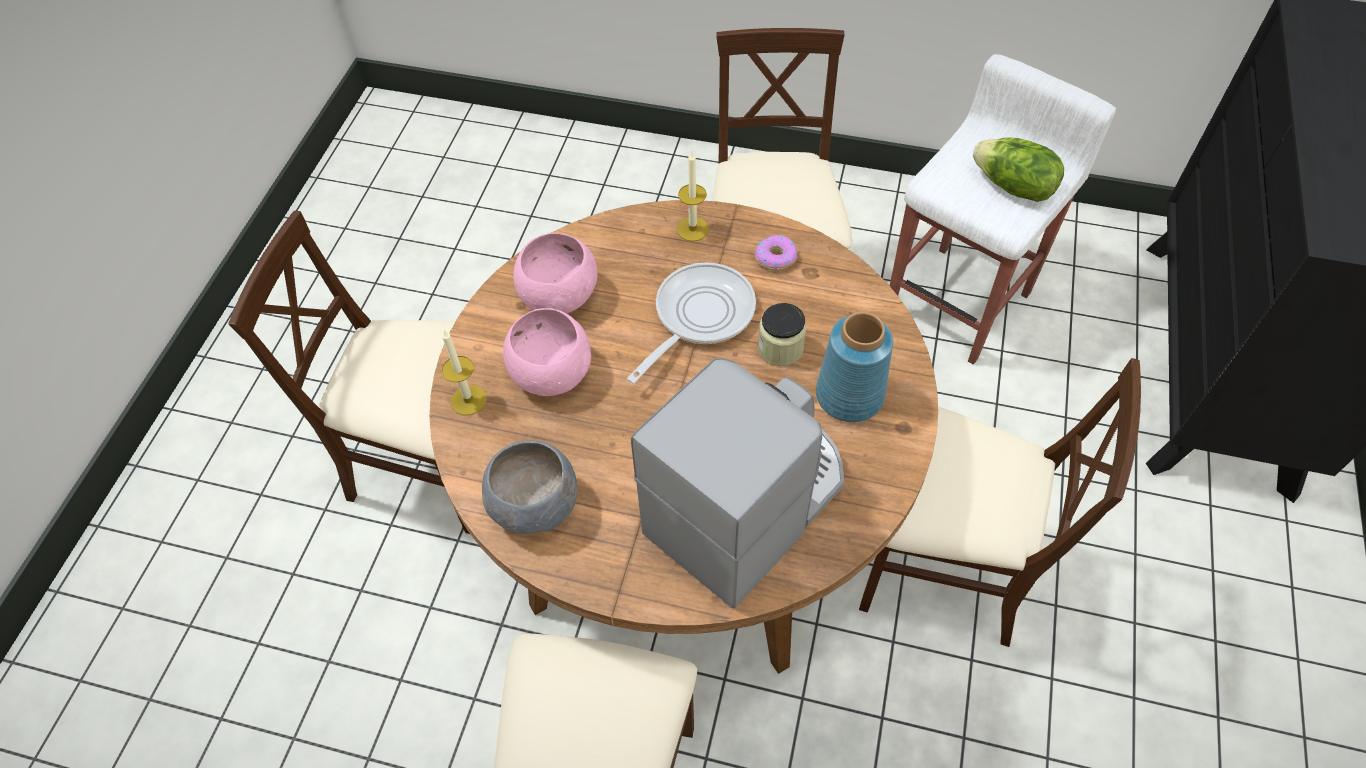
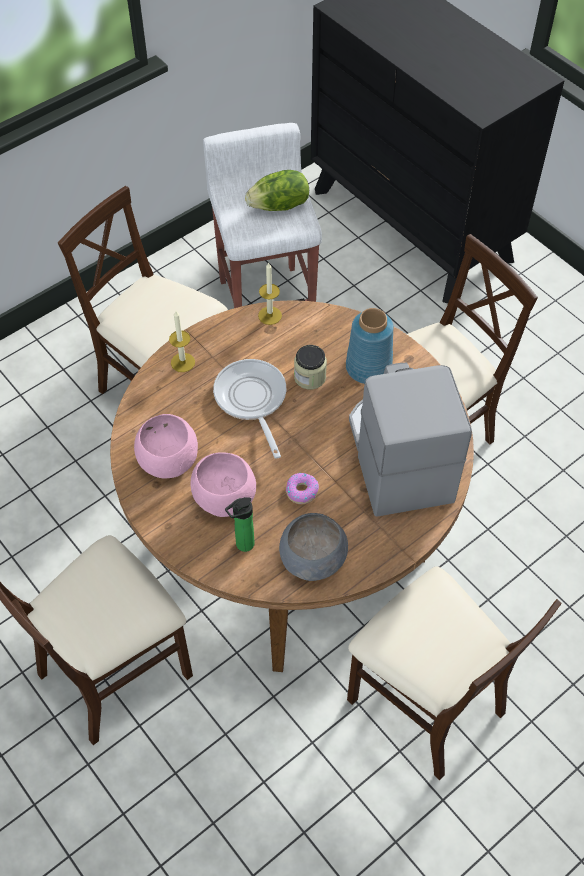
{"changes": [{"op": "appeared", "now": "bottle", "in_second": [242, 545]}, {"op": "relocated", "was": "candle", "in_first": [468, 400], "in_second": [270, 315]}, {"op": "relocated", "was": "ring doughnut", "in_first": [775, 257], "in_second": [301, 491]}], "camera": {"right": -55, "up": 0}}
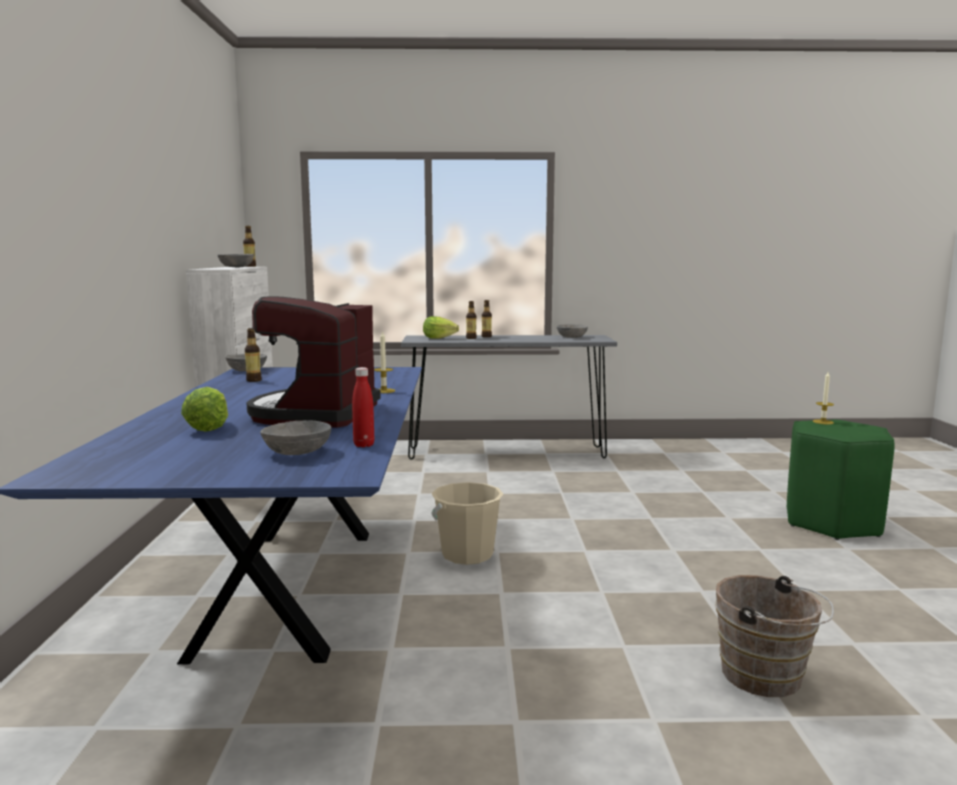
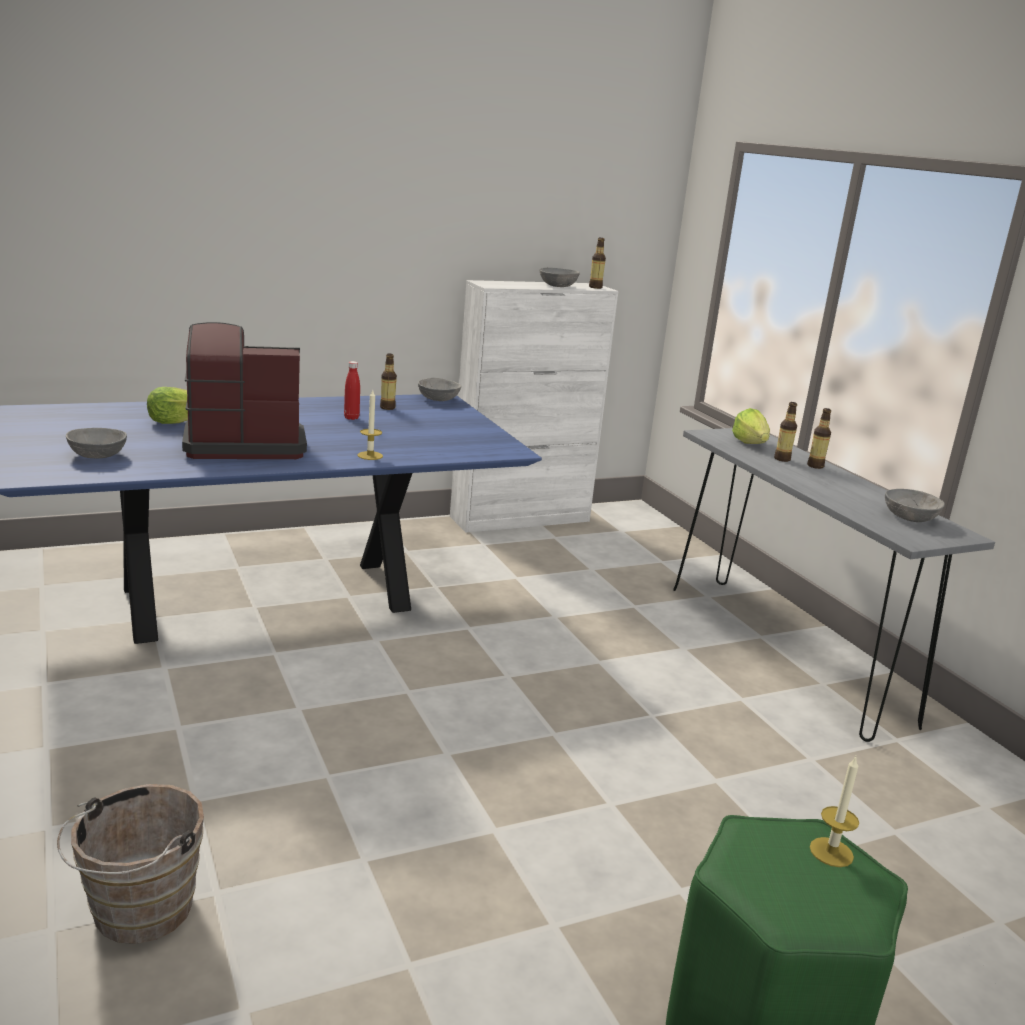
{"changes": [{"op": "relocated", "was": "reddish bottle", "in_first": [364, 445], "in_second": [351, 418]}, {"op": "missing", "was": "beige-coloured pail", "in_first": [467, 554]}], "camera": {"right": 65, "up": 10}}
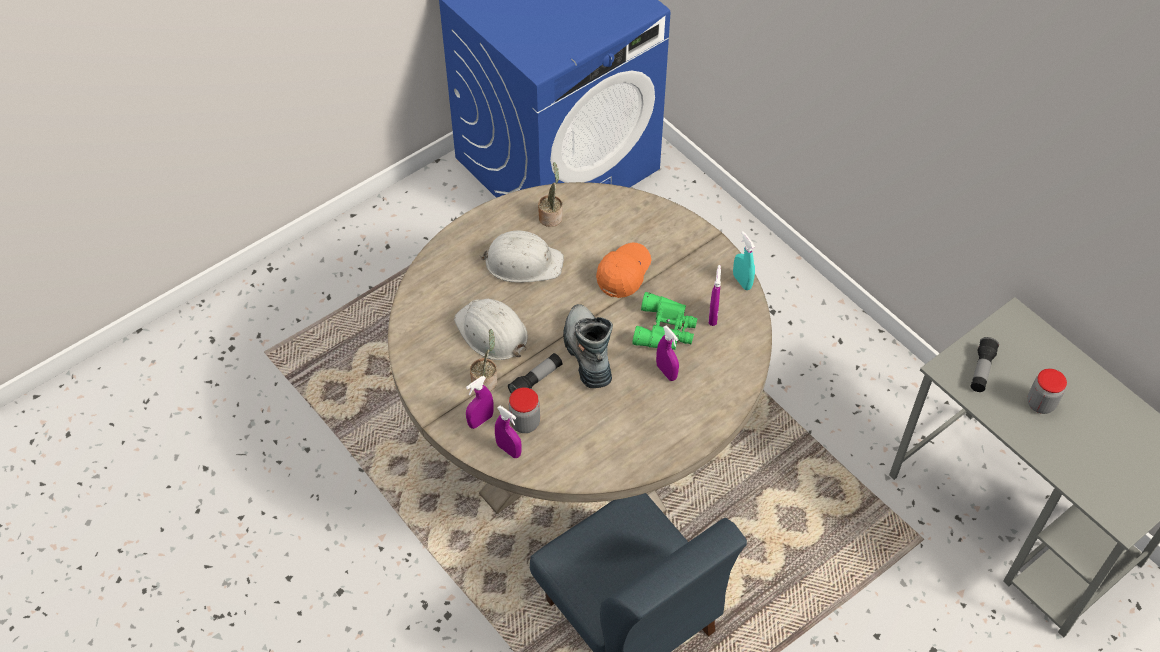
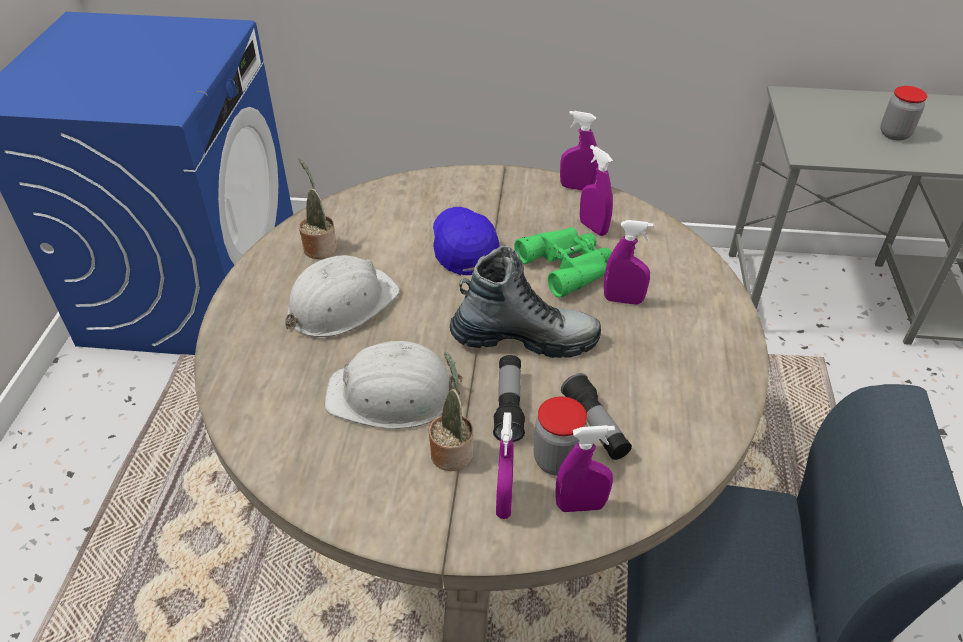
{"changes": [{"op": "colour", "was": "orange peaked cap", "now": "blue peaked cap", "in_first": [624, 274], "in_second": [463, 248]}, {"op": "spun", "was": "tall boot", "in_first": [587, 352], "in_second": [524, 338], "clockwise": 150}, {"op": "colour", "was": "turquoise-coloured spray bottle", "now": "purplish spray bottle", "in_first": [742, 281], "in_second": [576, 188]}, {"op": "relocated", "was": "flashlight", "in_first": [981, 370], "in_second": [595, 426]}], "camera": {"right": -45, "up": -10}}
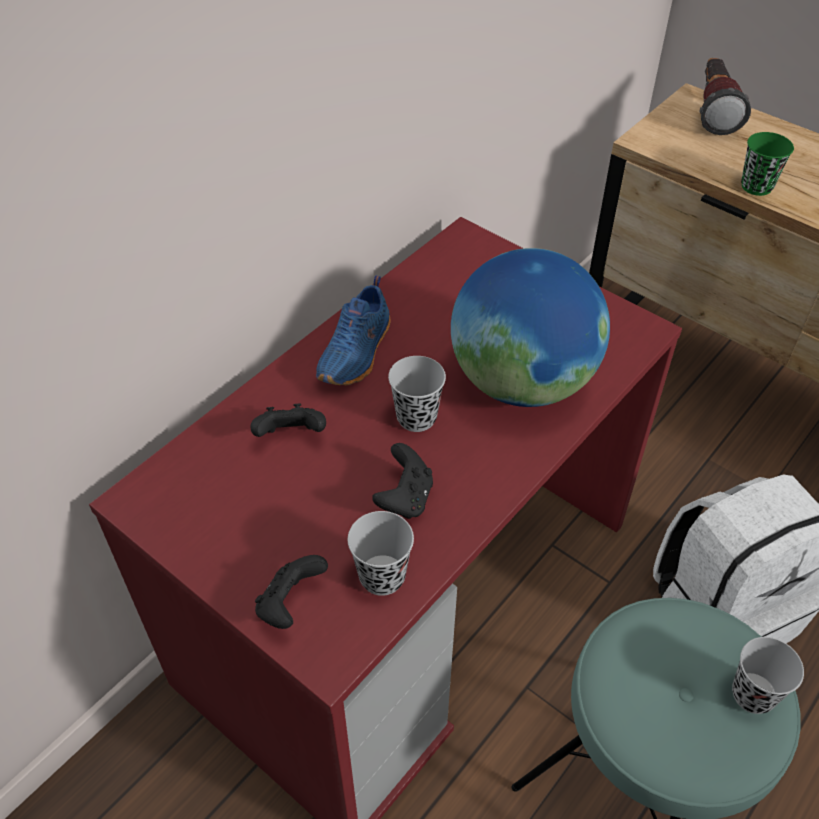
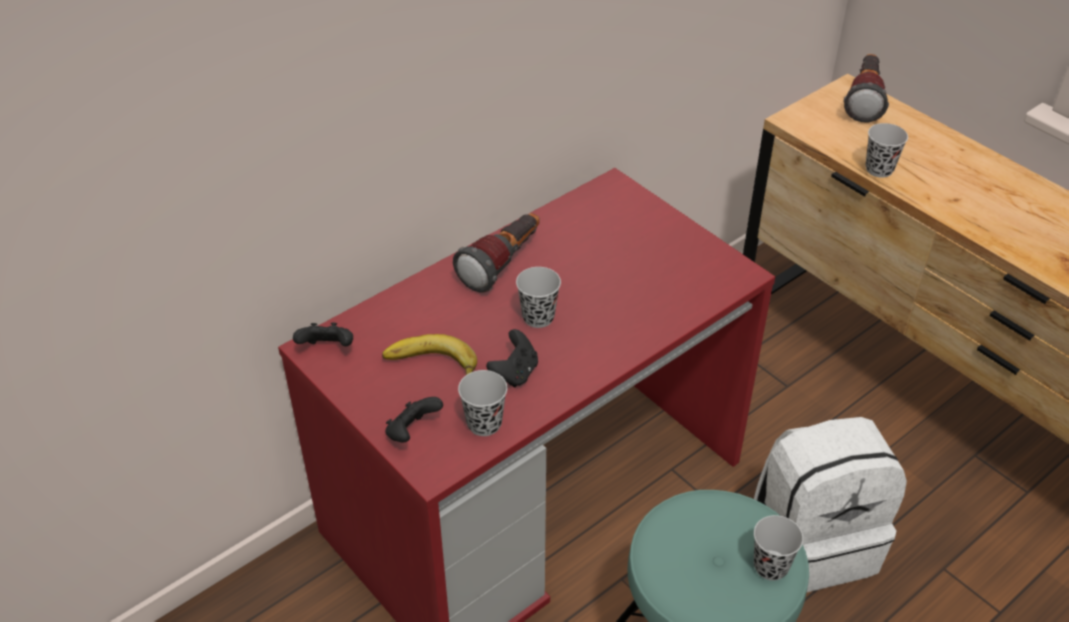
{"changes": [{"op": "relocated", "was": "black gamepad", "in_first": [291, 436], "in_second": [327, 349]}, {"op": "appeared", "now": "banana", "in_second": [430, 367]}, {"op": "exchanged", "was": "blue low shoe", "now": "flashlight", "in_first": [357, 353], "in_second": [503, 264]}, {"op": "colour", "was": "greenish cup", "now": "black cup", "in_first": [756, 186], "in_second": [879, 169]}, {"op": "missing", "was": "world globe", "in_first": [522, 382]}], "camera": {"right": 10, "up": -5}}
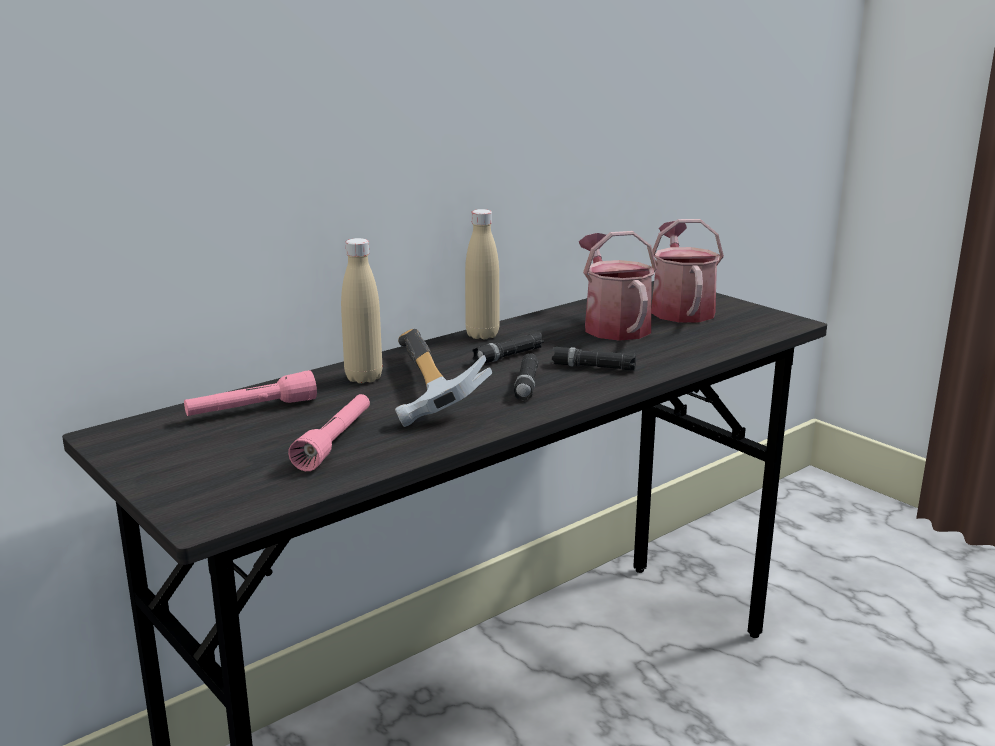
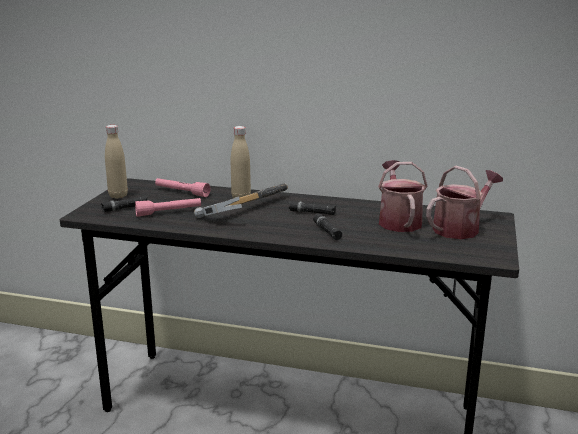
{"changes": [{"op": "relocated", "was": "black flashlight", "in_first": [526, 385], "in_second": [125, 208]}, {"op": "relocated", "was": "beige-coloured bottle", "in_first": [482, 335], "in_second": [118, 196]}, {"op": "spun", "was": "watering pot", "in_first": [613, 325], "in_second": [398, 221], "clockwise": -45}], "camera": {"right": 55, "up": 0}}
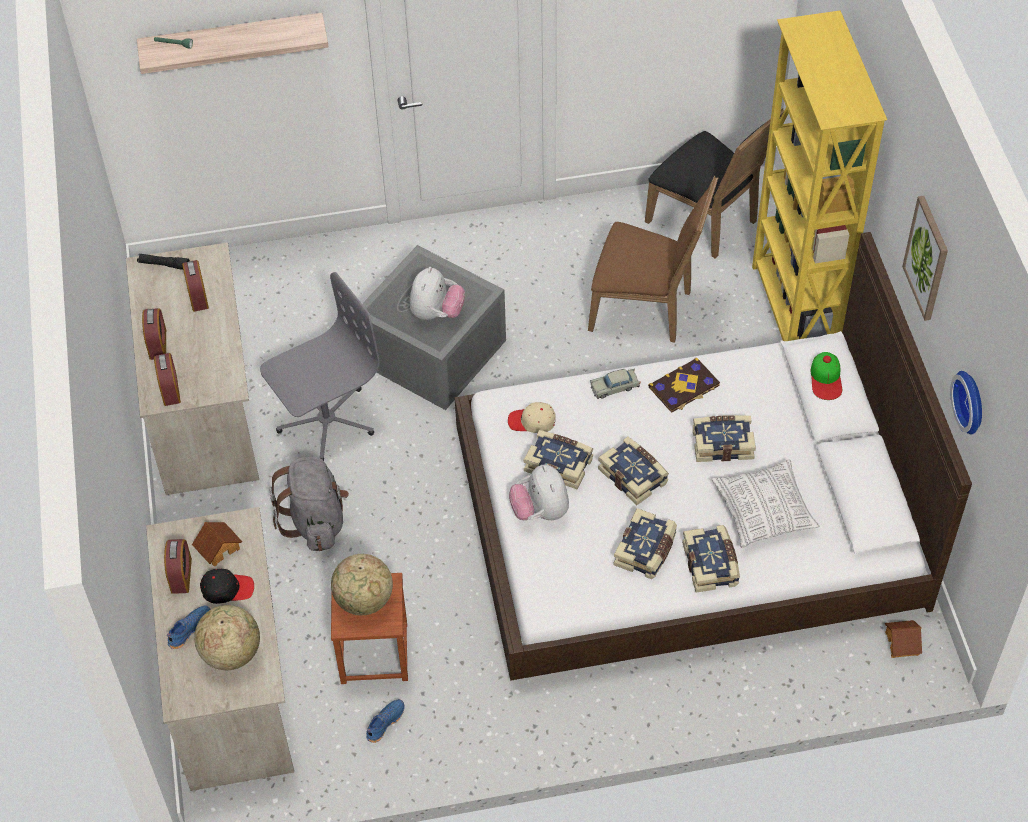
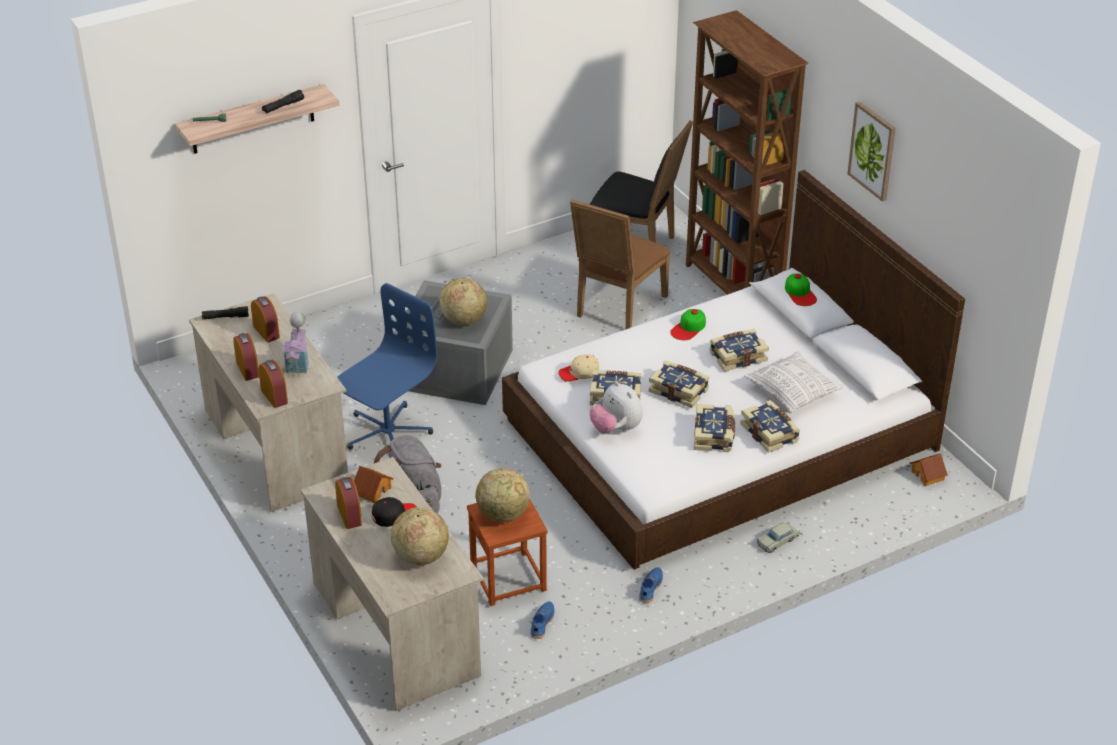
{"changes": [{"op": "appeared", "now": "black flashlight", "in_second": [283, 106]}, {"op": "appeared", "now": "model house", "in_second": [298, 362]}, {"op": "colour", "was": "grey desk chair", "now": "blue desk chair", "in_first": [326, 420], "in_second": [387, 432]}, {"op": "exchanged", "was": "soft toy", "now": "world globe", "in_first": [436, 313], "in_second": [463, 320]}, {"op": "spun", "was": "brown chair", "in_first": [647, 309], "in_second": [616, 308], "clockwise": 120}, {"op": "relocated", "was": "blue low shoe", "in_first": [189, 629], "in_second": [649, 588]}, {"op": "exchanged", "was": "volume", "now": "peaked cap", "in_first": [684, 387], "in_second": [688, 328]}, {"op": "colour", "was": "yellow bookshelf", "now": "brown bookshelf", "in_first": [793, 311], "in_second": [733, 287]}, {"op": "relocated", "was": "beige-coloured toy car", "in_first": [615, 387], "in_second": [777, 541]}, {"op": "missing", "was": "wall clock", "in_first": [972, 401]}], "camera": {"right": -20, "up": -15}}
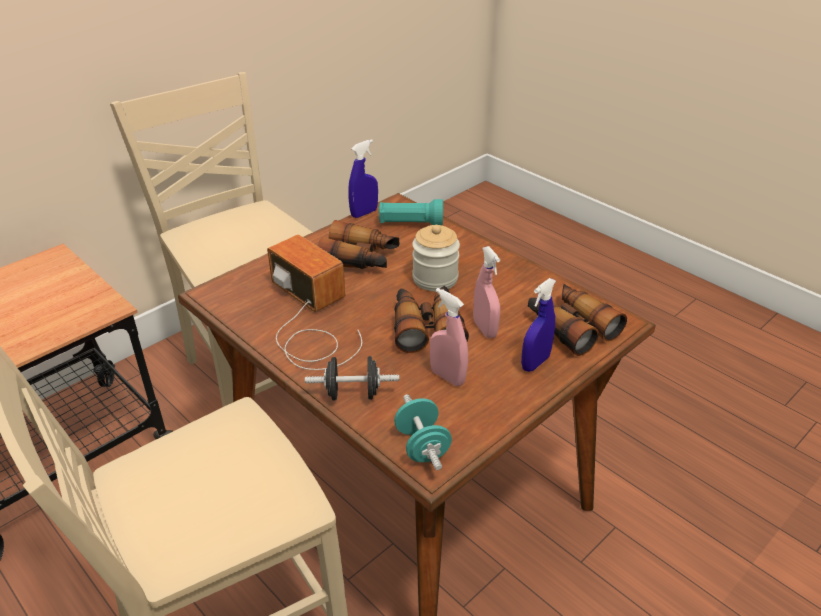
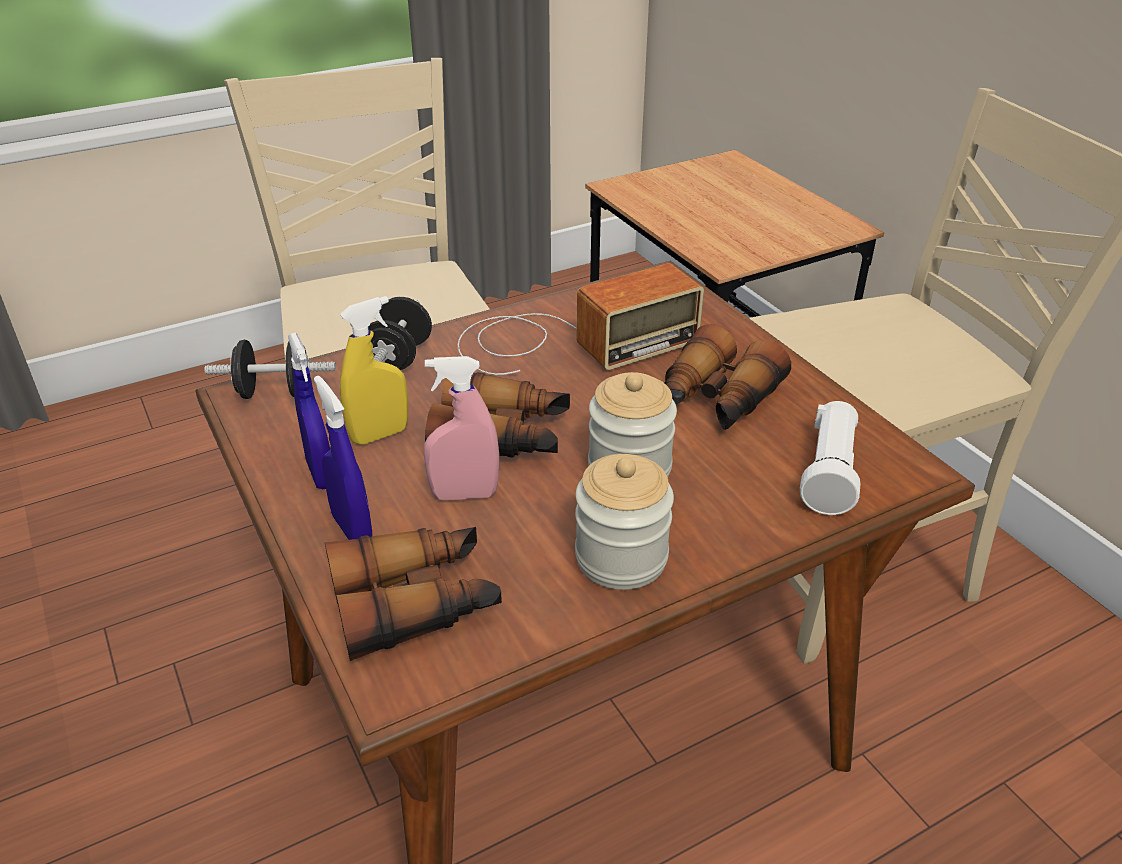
{"changes": [{"op": "colour", "was": "turquoise-coloured free weight", "now": "black free weight", "in_first": [422, 446], "in_second": [275, 393]}, {"op": "relocated", "was": "blue spray bottle", "in_first": [364, 213], "in_second": [321, 474]}, {"op": "colour", "was": "pink spray bottle", "now": "yellow spray bottle", "in_first": [447, 377], "in_second": [380, 435]}, {"op": "appeared", "now": "preserve jar", "in_second": [621, 558]}, {"op": "colour", "was": "turquoise-coloured flashlight", "now": "whitish flashlight", "in_first": [410, 224], "in_second": [829, 473]}], "camera": {"right": 105, "up": 0}}
